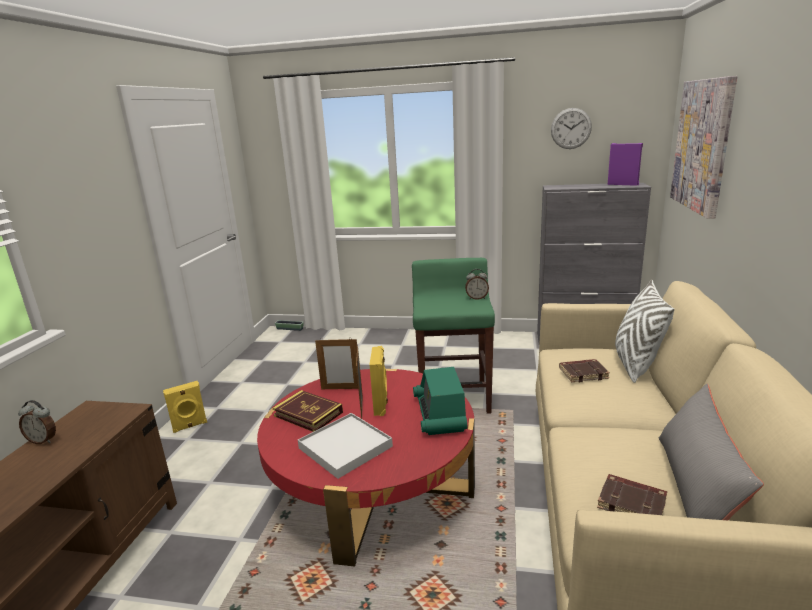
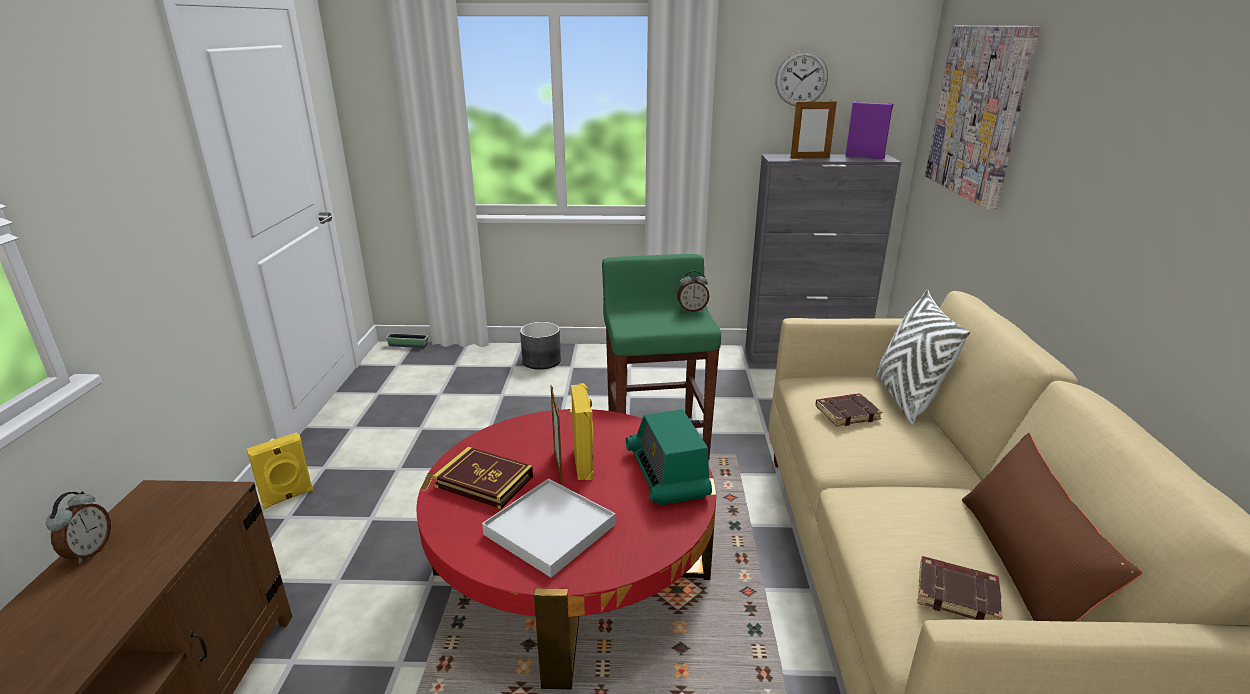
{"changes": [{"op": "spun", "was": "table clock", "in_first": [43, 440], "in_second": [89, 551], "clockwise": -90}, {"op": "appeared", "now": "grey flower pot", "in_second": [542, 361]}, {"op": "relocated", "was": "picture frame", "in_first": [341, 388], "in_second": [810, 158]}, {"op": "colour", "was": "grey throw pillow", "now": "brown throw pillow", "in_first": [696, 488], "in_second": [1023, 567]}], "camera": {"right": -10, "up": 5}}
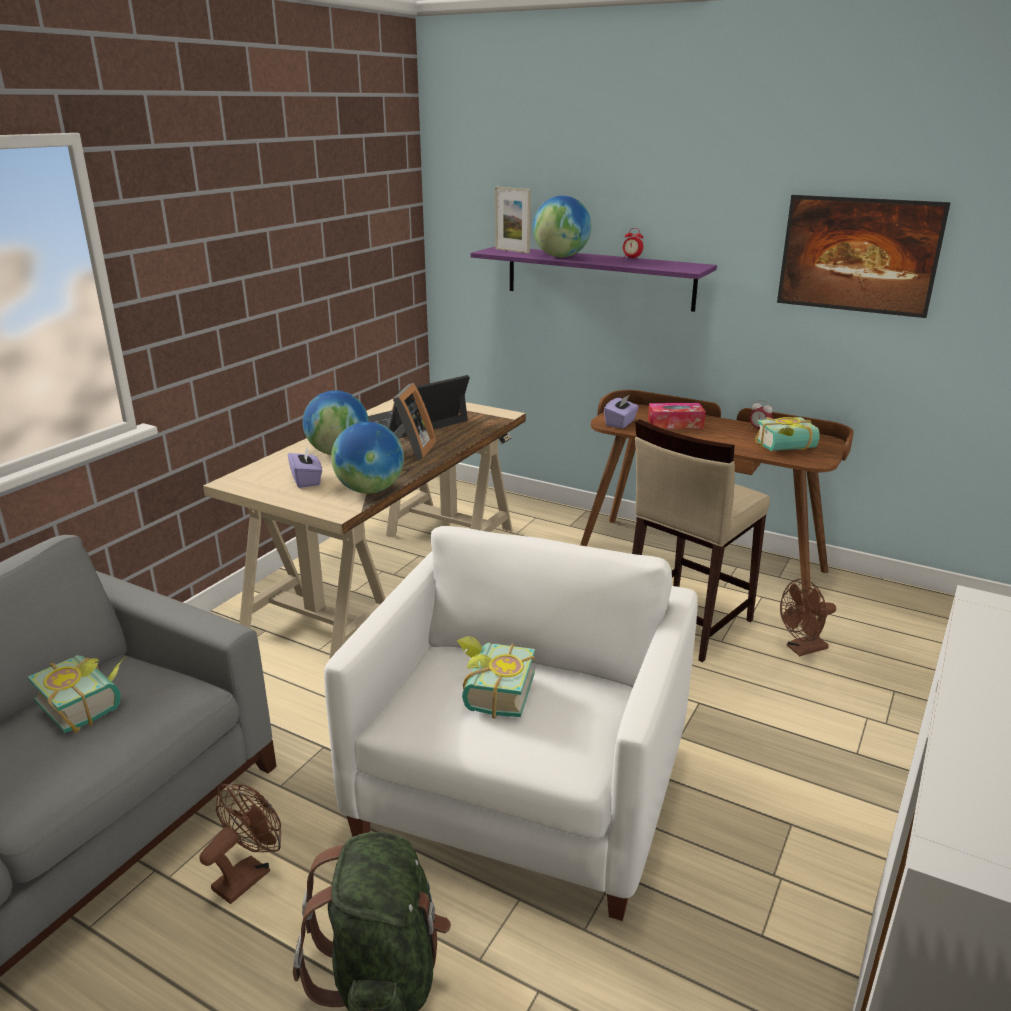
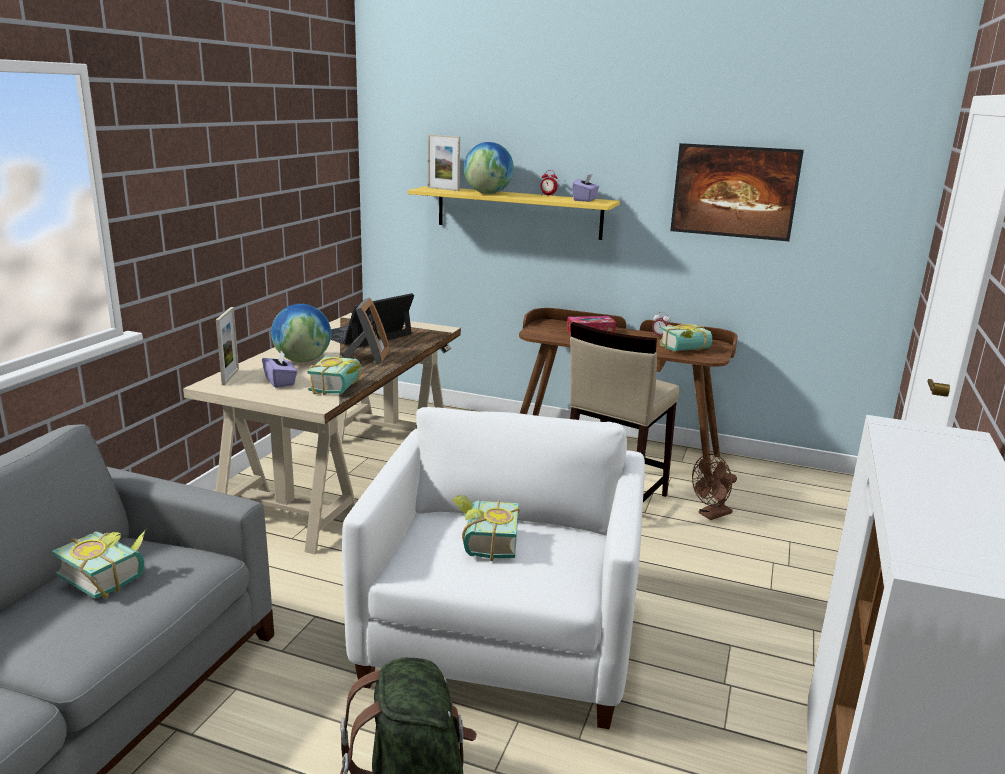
{"changes": [{"op": "appeared", "now": "picture frame", "in_second": [230, 376]}, {"op": "exchanged", "was": "world globe", "now": "volume", "in_first": [369, 490], "in_second": [341, 388]}, {"op": "colour", "was": "purplish bracket shelf", "now": "yellow bracket shelf", "in_first": [599, 277], "in_second": [518, 212]}, {"op": "relocated", "was": "purplish tissue box", "in_first": [620, 423], "in_second": [585, 200]}, {"op": "missing", "was": "brown fan", "in_first": [248, 874]}], "camera": {"right": -10, "up": -5}}
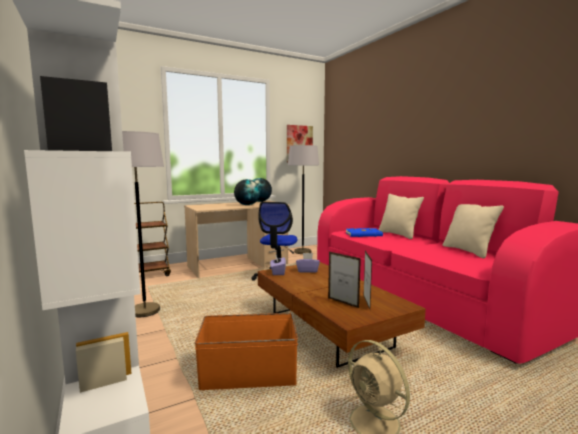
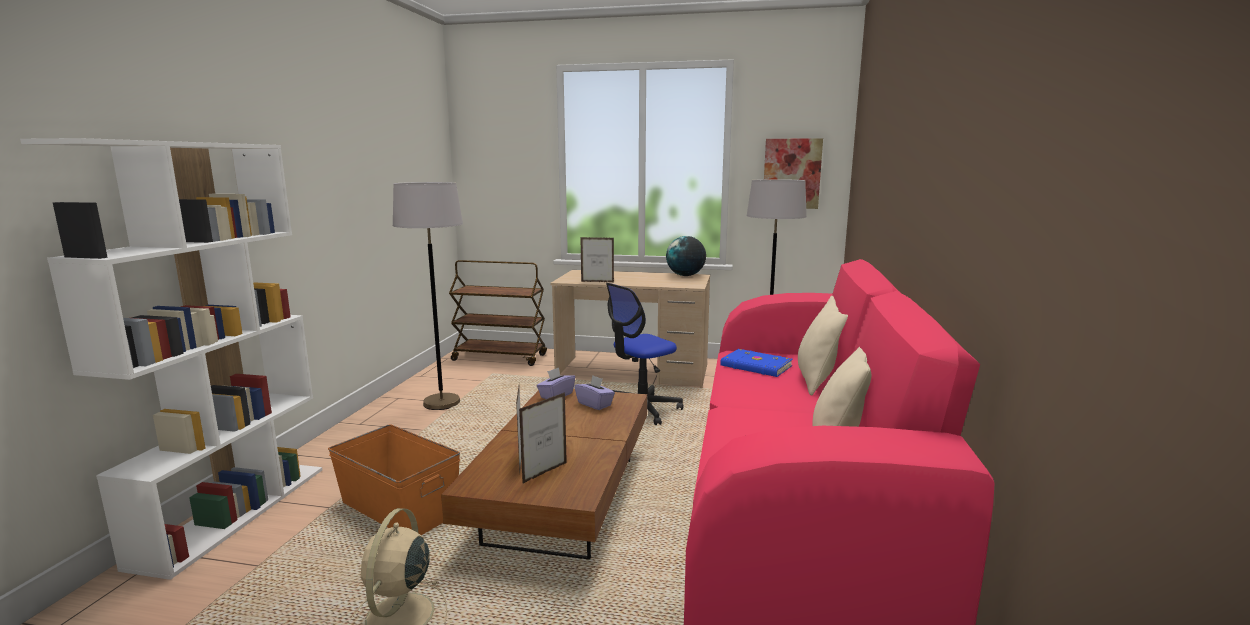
{"changes": [{"op": "appeared", "now": "picture frame", "in_second": [597, 282]}, {"op": "missing", "was": "world globe", "in_first": [247, 205]}], "camera": {"right": 40, "up": 5}}
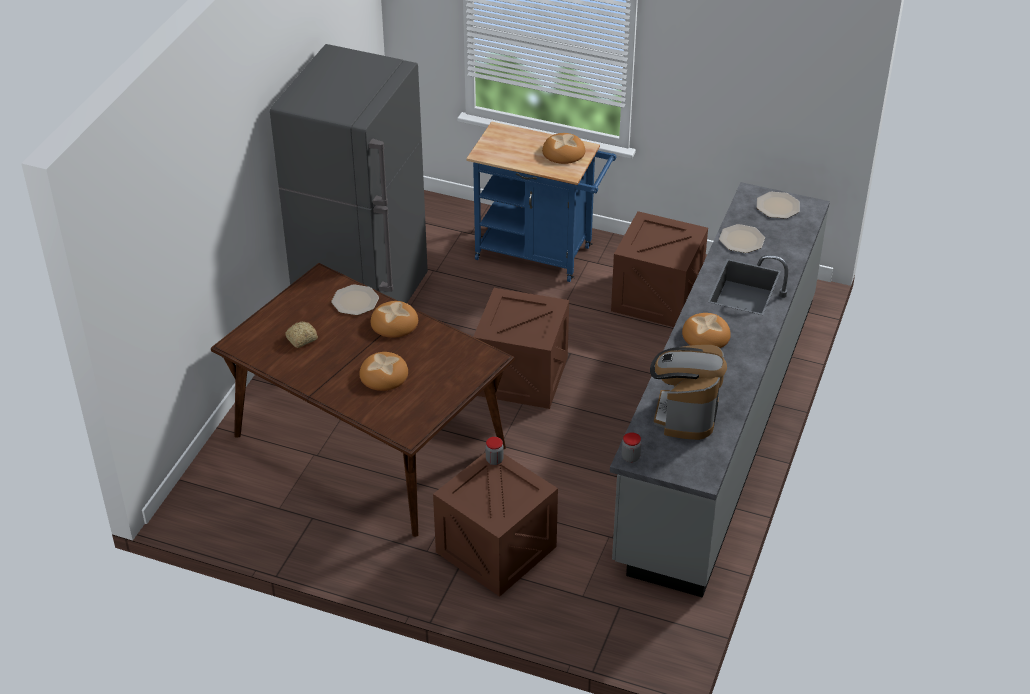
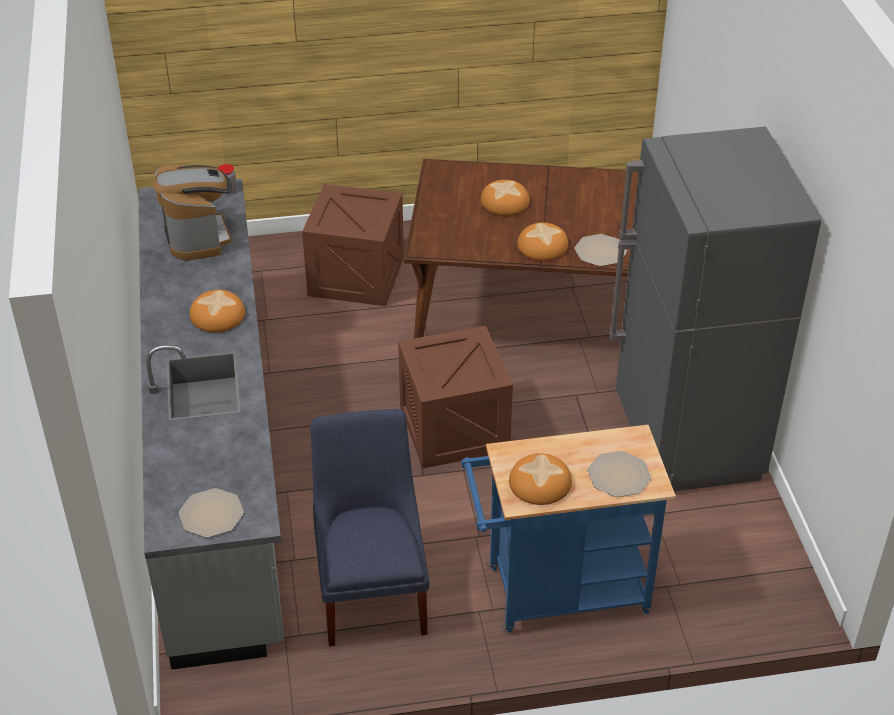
{"changes": [{"op": "exchanged", "was": "shipping crate", "now": "blue chair", "in_first": [657, 297], "in_second": [372, 590]}, {"op": "relocated", "was": "dinner plate", "in_first": [741, 240], "in_second": [618, 475]}, {"op": "missing", "was": "bread", "in_first": [301, 339]}, {"op": "missing", "was": "preserve jar", "in_first": [494, 460]}], "camera": {"right": 150, "up": 0}}
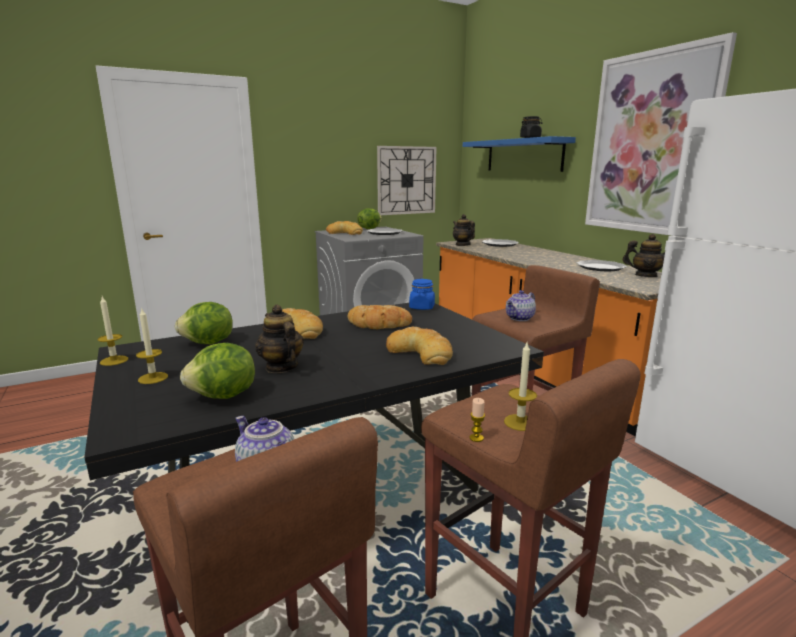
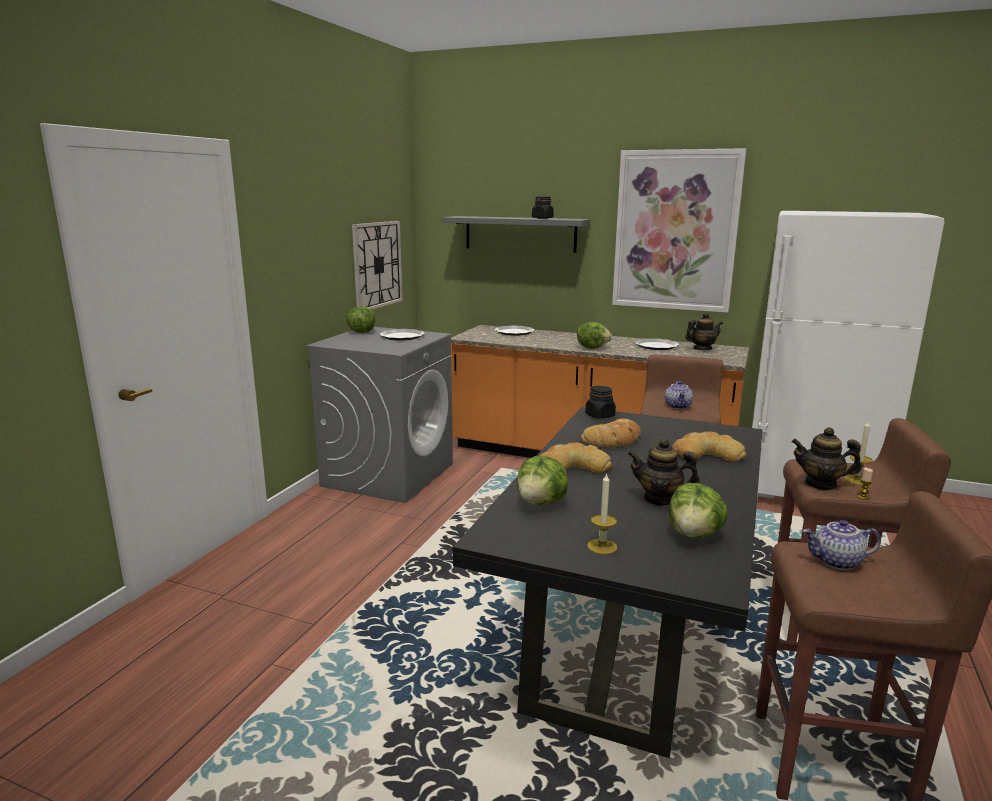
{"changes": [{"op": "colour", "was": "blue bracket shelf", "now": "grey bracket shelf", "in_first": [523, 155], "in_second": [520, 234]}, {"op": "appeared", "now": "head of lettuce", "in_second": [592, 348]}, {"op": "colour", "was": "blue preserve jar", "now": "black preserve jar", "in_first": [422, 307], "in_second": [600, 415]}, {"op": "relocated", "was": "pot for tea", "in_first": [462, 245], "in_second": [821, 484]}, {"op": "missing", "was": "candle", "in_first": [114, 360]}, {"op": "missing", "was": "bread", "in_first": [345, 233]}], "camera": {"right": -40, "up": 0}}
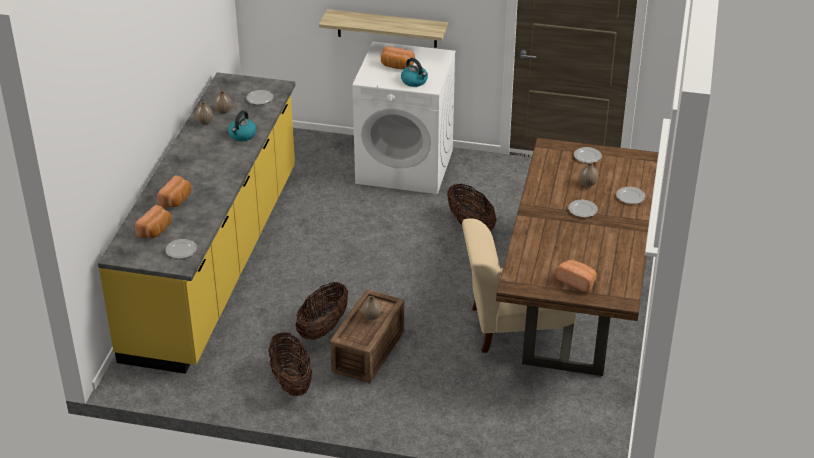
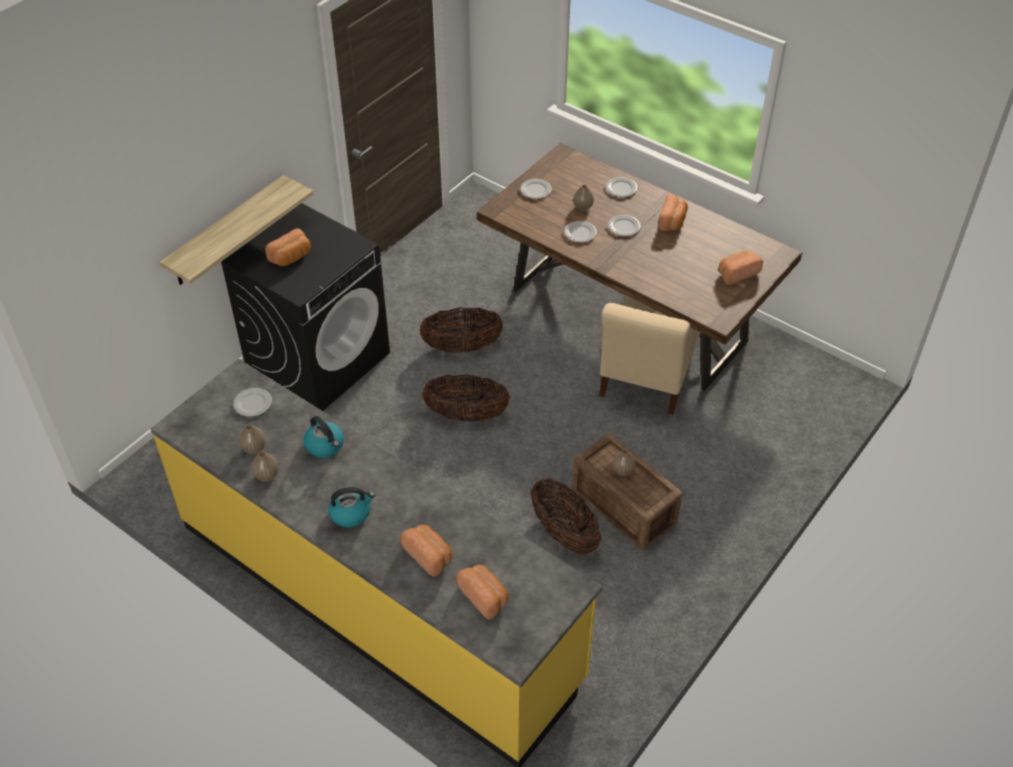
{"changes": [{"op": "colour", "was": "whitish laundry appliance", "now": "black laundry appliance", "in_first": [405, 166], "in_second": [318, 360]}, {"op": "relocated", "was": "water kettle", "in_first": [414, 81], "in_second": [351, 513]}, {"op": "relocated", "was": "basket", "in_first": [291, 381], "in_second": [466, 415]}, {"op": "relocated", "was": "dinner plate", "in_first": [181, 250], "in_second": [580, 233]}, {"op": "appeared", "now": "bread", "in_second": [672, 221]}], "camera": {"right": -65, "up": 10}}
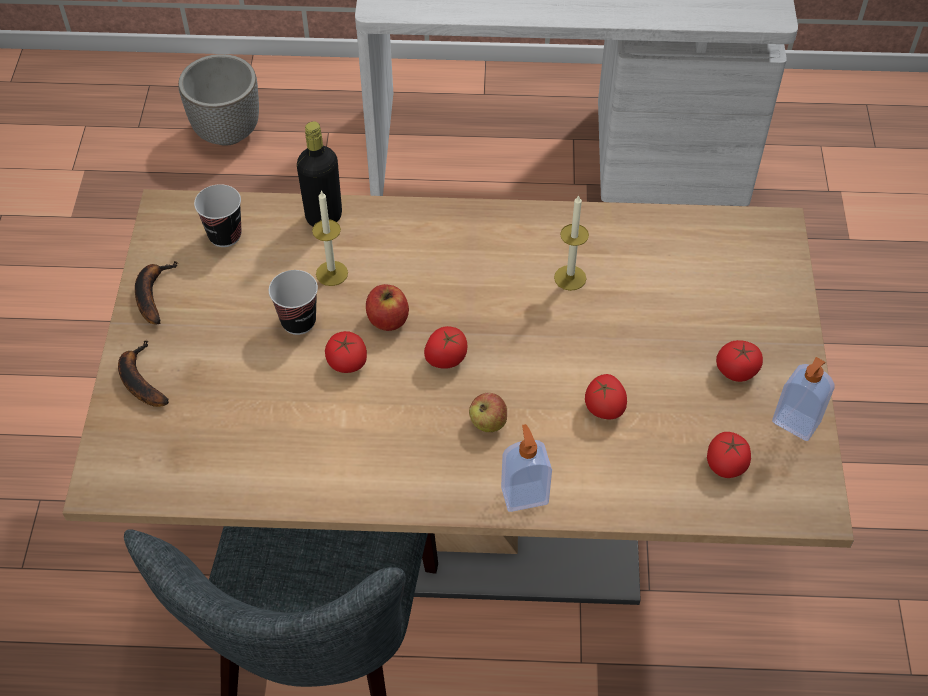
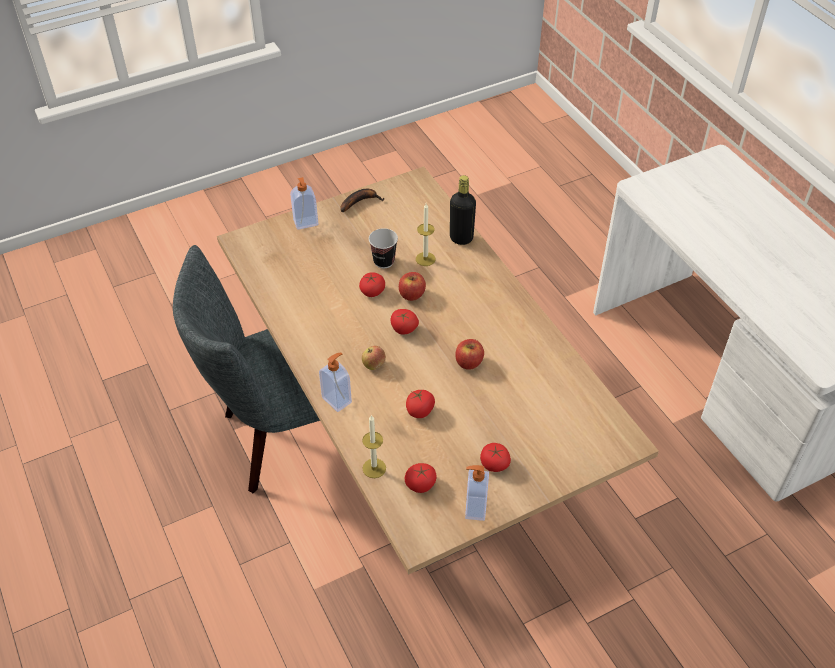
{"changes": [{"op": "exchanged", "was": "banana", "now": "liquid soap bottle", "in_first": [139, 380], "in_second": [306, 223]}, {"op": "relocated", "was": "candle", "in_first": [570, 278], "in_second": [374, 468]}, {"op": "appeared", "now": "apple fruit", "in_second": [468, 362]}, {"op": "missing", "was": "flower pot", "in_first": [228, 132]}, {"op": "missing", "was": "cup", "in_first": [225, 235]}], "camera": {"right": 60, "up": -5}}
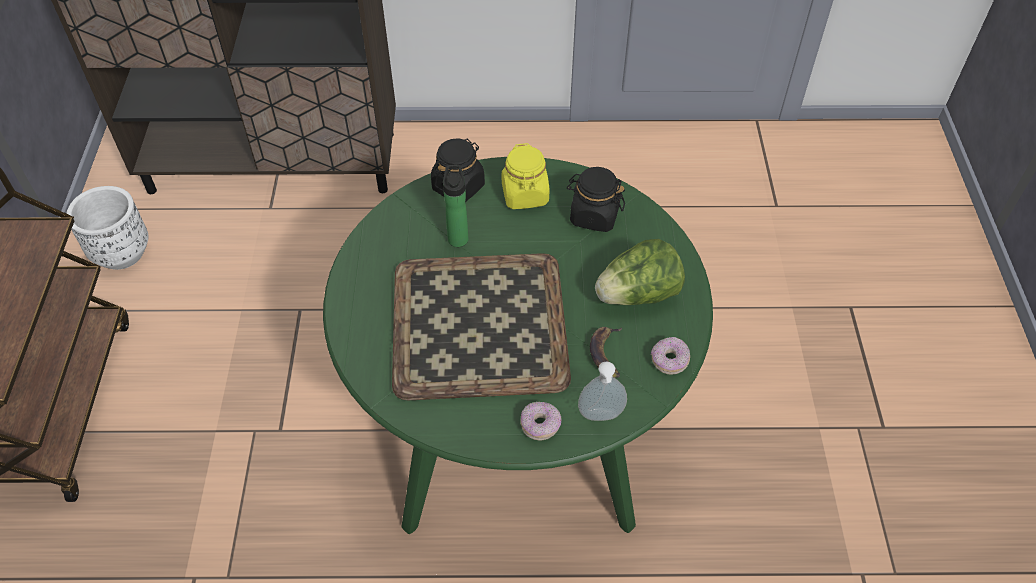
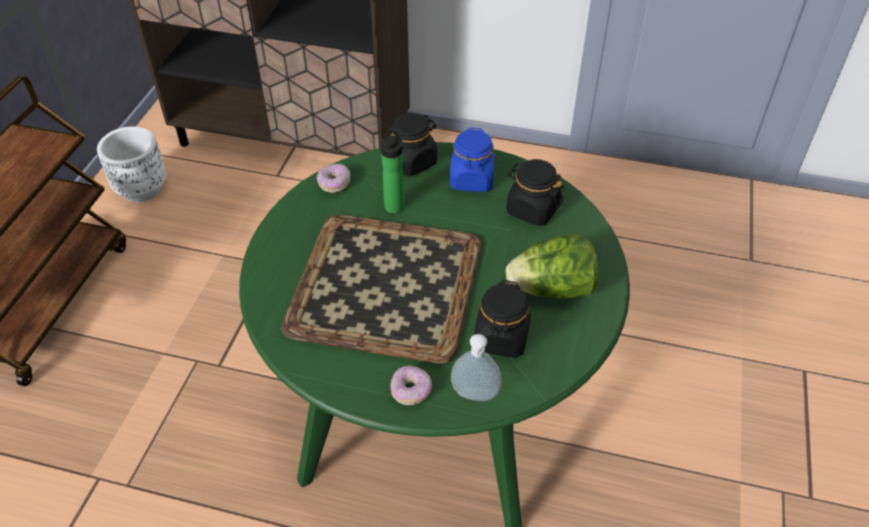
{"changes": [{"op": "relocated", "was": "ring doughnut", "in_first": [669, 360], "in_second": [334, 184]}, {"op": "colour", "was": "yellow preserve jar", "now": "blue preserve jar", "in_first": [525, 195], "in_second": [472, 180]}, {"op": "exchanged", "was": "banana", "now": "black preserve jar", "in_first": [607, 354], "in_second": [501, 338]}], "camera": {"right": 15, "up": -5}}
